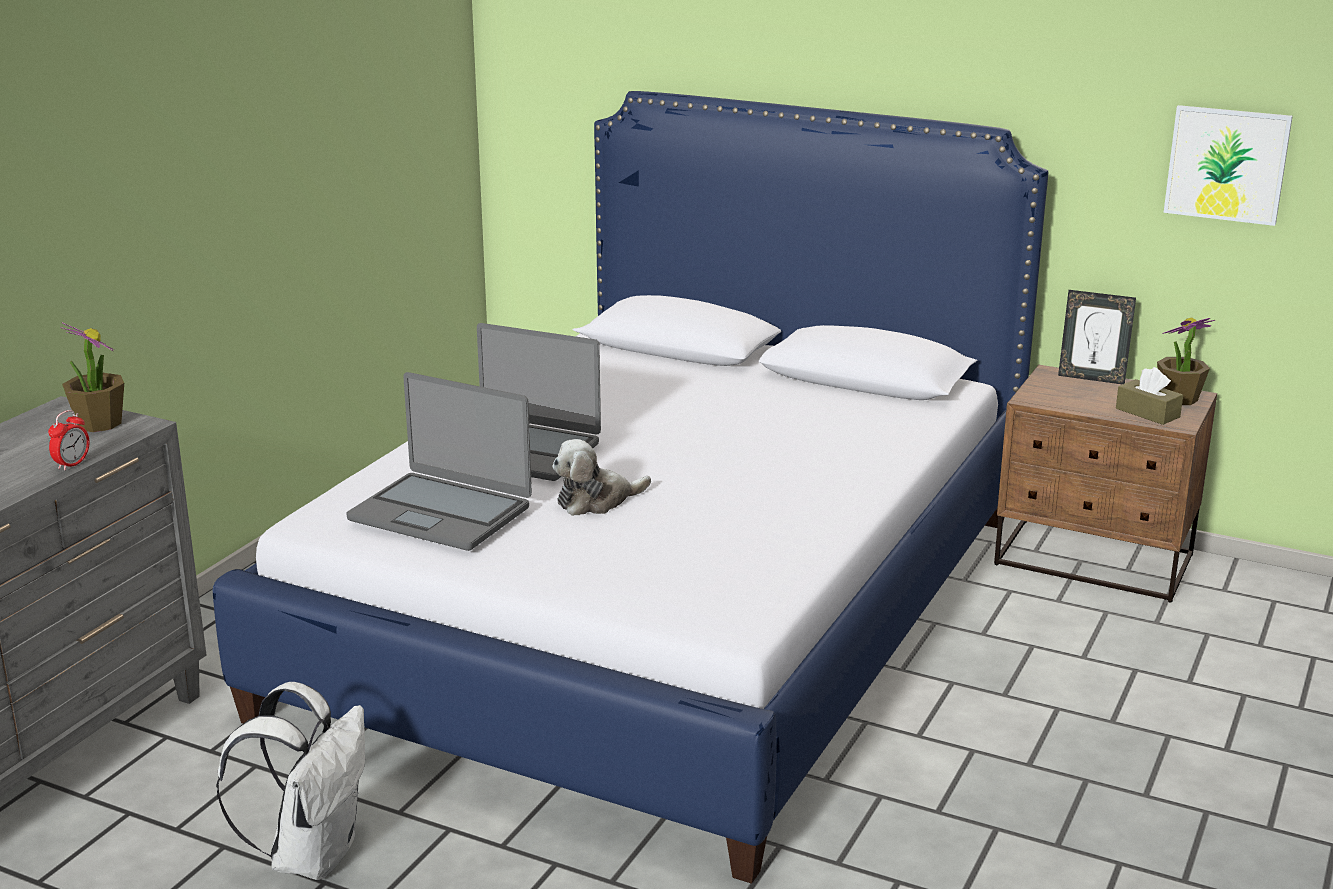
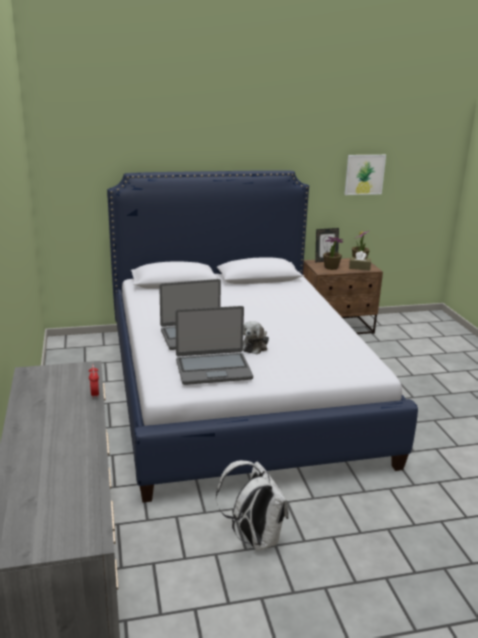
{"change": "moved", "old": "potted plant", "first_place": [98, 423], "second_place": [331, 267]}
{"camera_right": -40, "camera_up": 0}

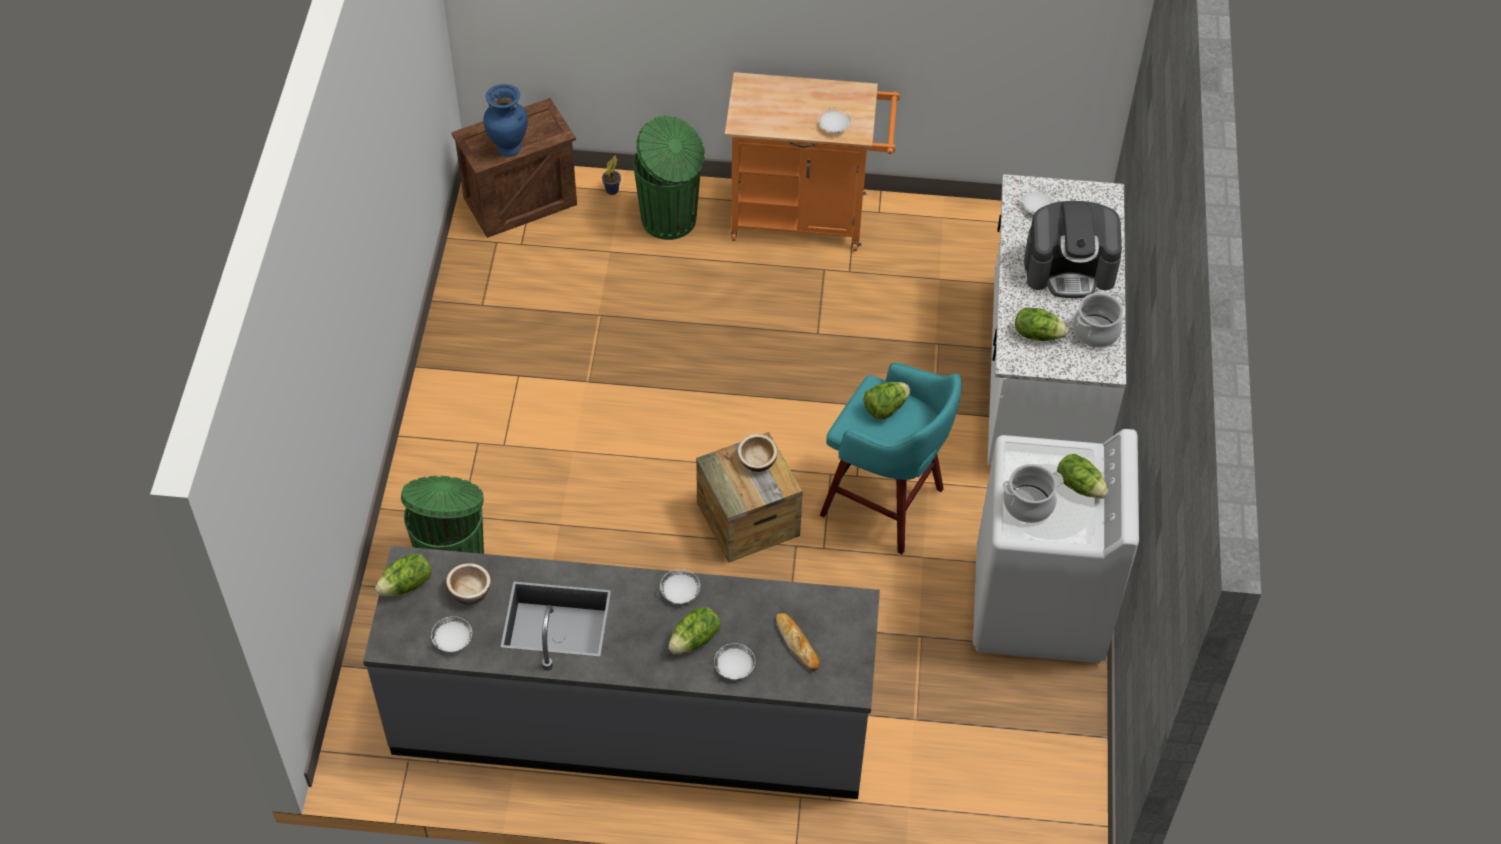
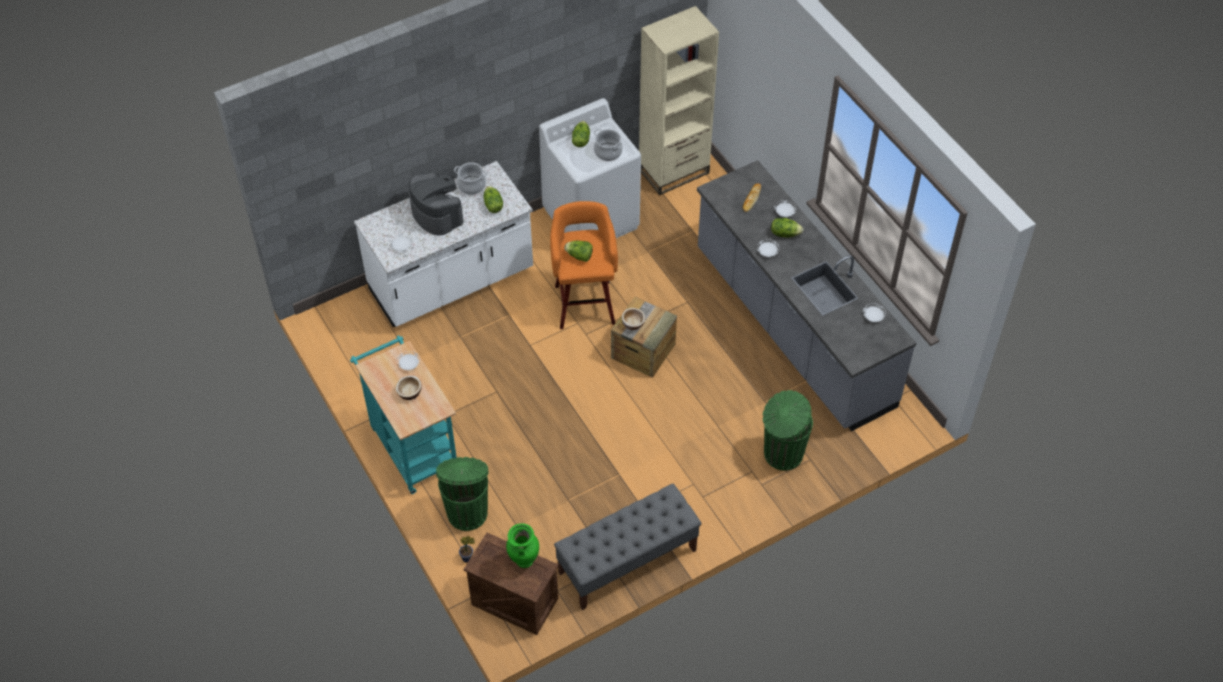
{"change": "removed", "old": "head of lettuce", "first_place": [406, 585]}
{"change": "moved", "old": "deep dish", "first_place": [470, 591], "second_place": [409, 392]}
{"change": "recoloured", "old": "bluish vase", "new": "green vase", "first_place": [509, 148], "second_place": [524, 561]}
{"change": "recoloured", "old": "orange cart", "new": "blue-green cart", "first_place": [807, 218], "second_place": [412, 445]}
{"change": "recoloured", "old": "blue-green stool", "new": "orange stool", "first_place": [885, 504], "second_place": [585, 302]}
{"change": "added", "new": "greyish bench", "second_place": [627, 561]}
{"change": "added", "new": "sand-coloured bookshelf", "second_place": [674, 171]}
{"camera_right": -125, "camera_up": 0}

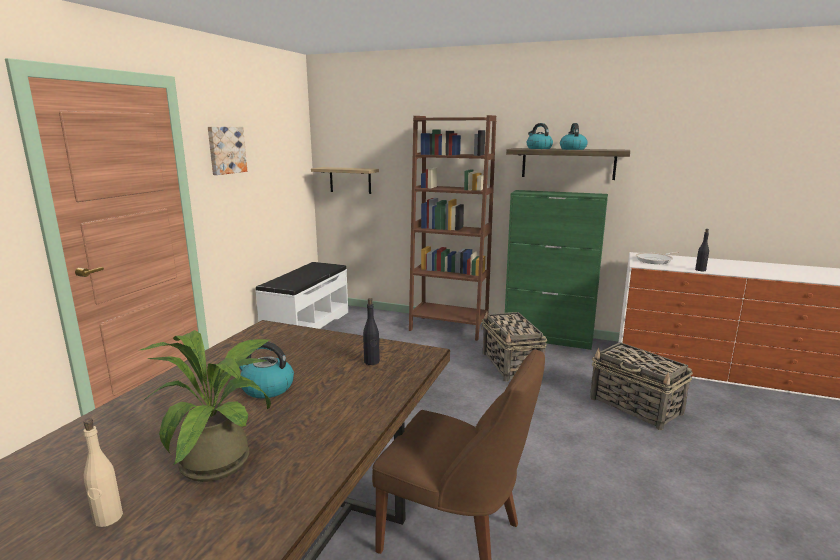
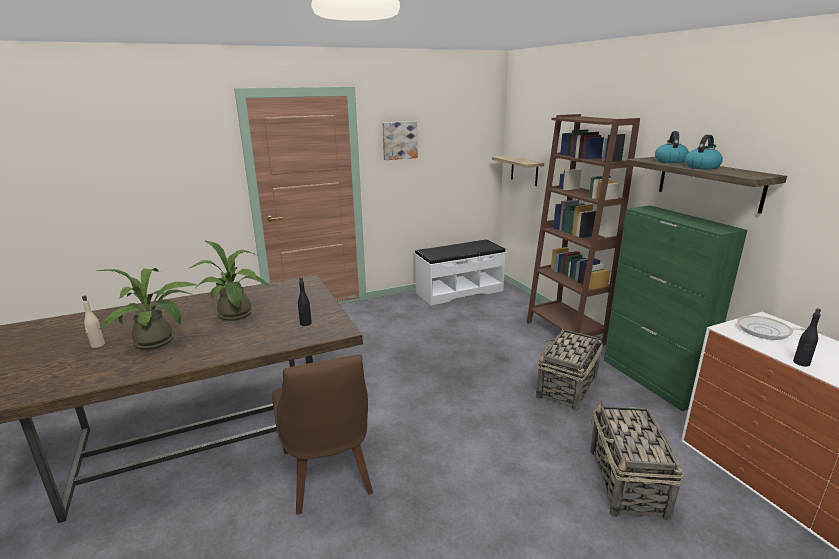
{"change": "replaced", "old": "kettle", "new": "potted plant", "first_place": [266, 388], "second_place": [237, 316]}
{"camera_right": 45, "camera_up": 5}

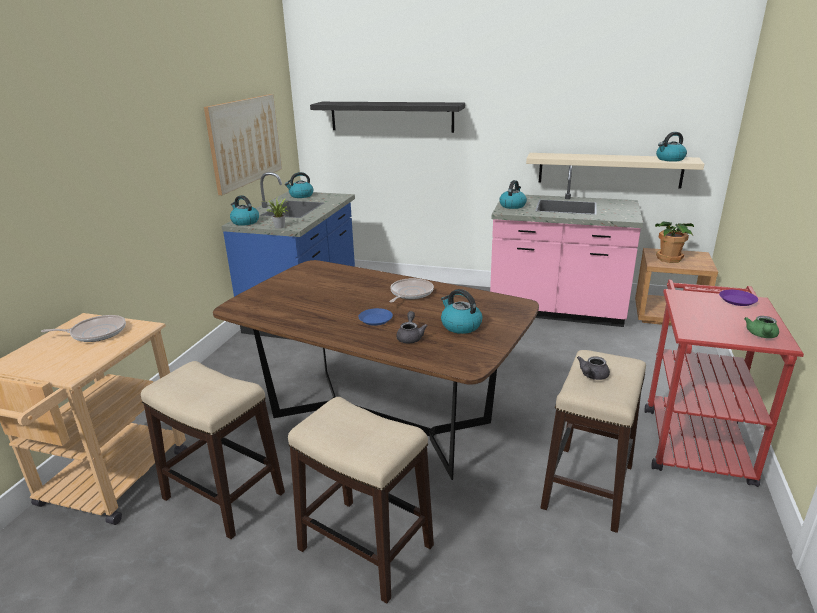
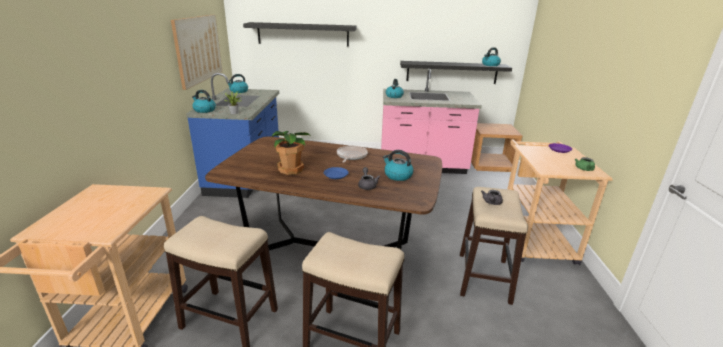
{"change": "removed", "old": "pan", "first_place": [96, 333]}
{"change": "recoloured", "old": "sand-coloured bracket shelf", "new": "blackish bracket shelf", "first_place": [609, 170], "second_place": [451, 72]}
{"change": "recoloured", "old": "red cart", "new": "sand-coloured cart", "first_place": [693, 437], "second_place": [533, 239]}
{"change": "moved", "old": "potted plant", "first_place": [669, 258], "second_place": [290, 169]}
{"camera_right": -15, "camera_up": 0}

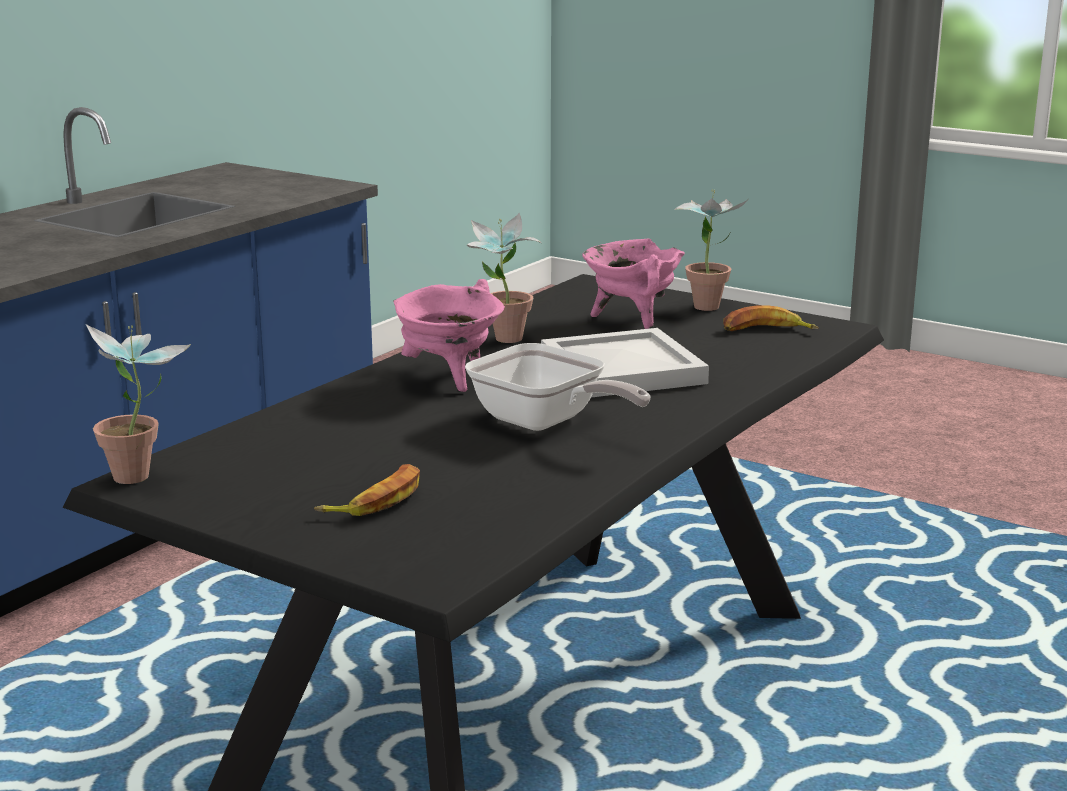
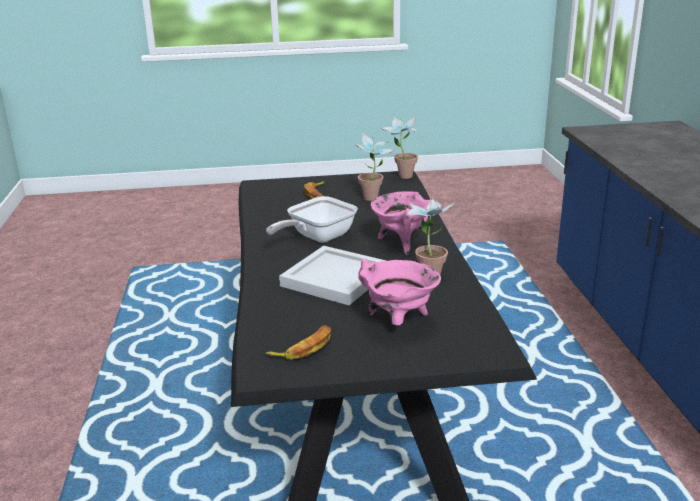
{"change": "turned", "old": "pan", "first_place": [545, 423], "second_place": [317, 238], "degrees": -45}
{"change": "moved", "old": "potted plant", "first_place": [707, 304], "second_place": [373, 200]}
{"camera_right": 140, "camera_up": 5}

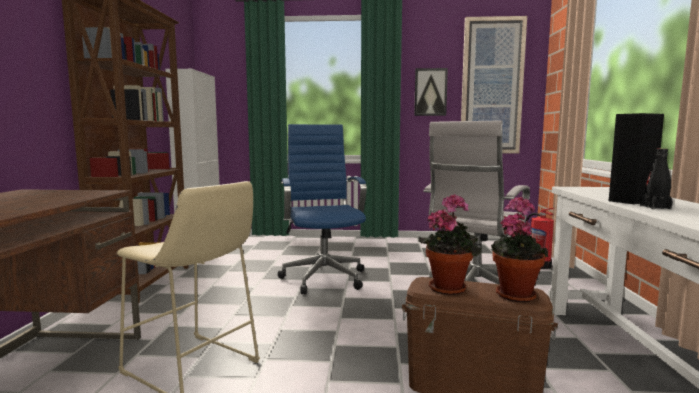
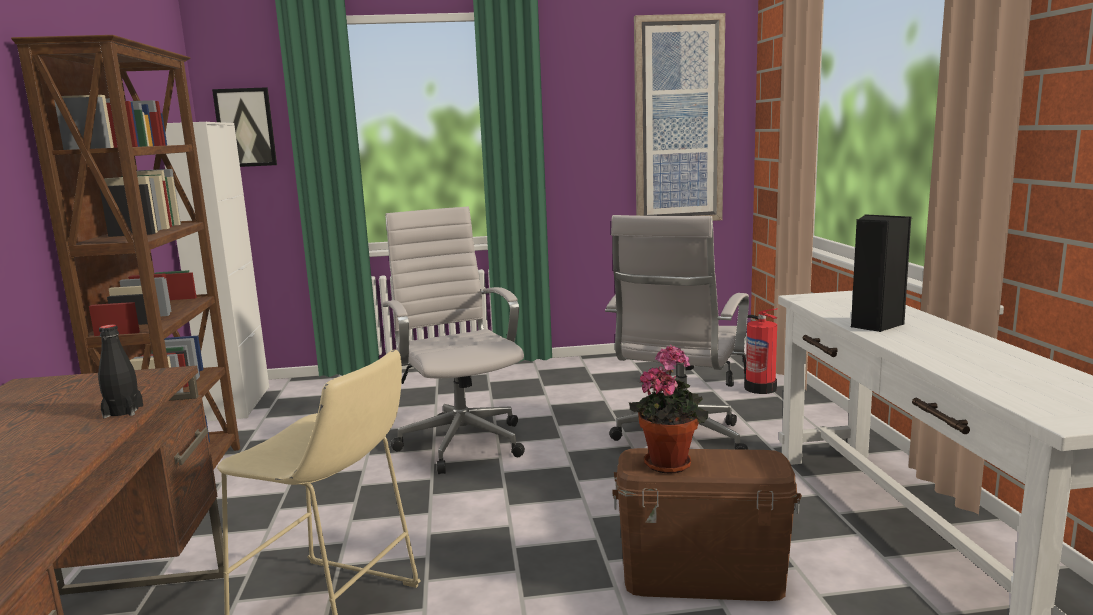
{"change": "recoloured", "old": "bluish desk chair", "new": "whitish desk chair", "first_place": [323, 277], "second_place": [461, 441]}
{"change": "moved", "old": "wall picture", "first_place": [430, 92], "second_place": [245, 127]}
{"change": "removed", "old": "potted plant", "first_place": [514, 294]}
{"change": "moved", "old": "blackish drink bottle", "first_place": [655, 207], "second_place": [123, 411]}
{"camera_right": -10, "camera_up": 5}

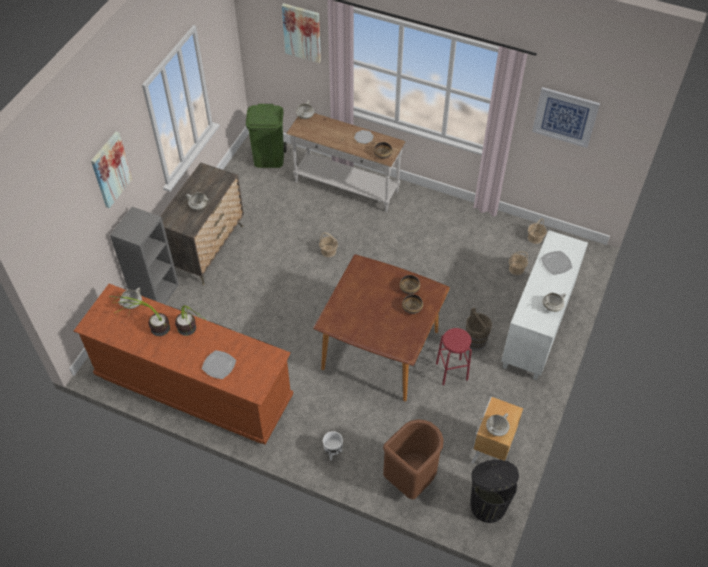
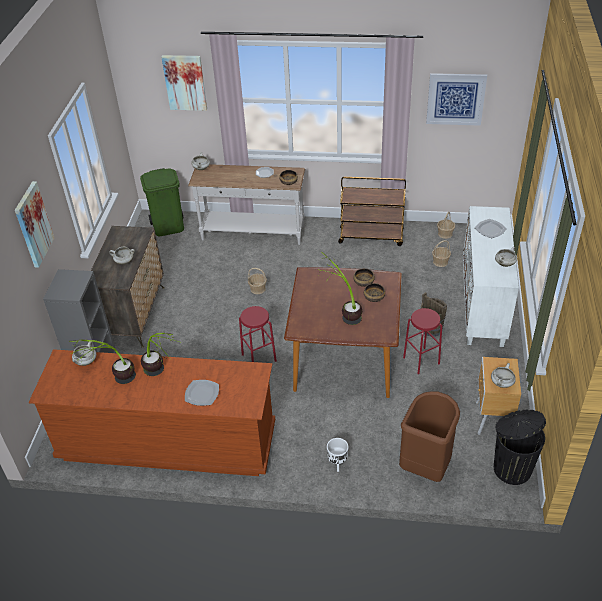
{"change": "added", "new": "red stool", "second_place": [259, 357]}
{"change": "added", "new": "potted plant", "second_place": [342, 312]}
{"change": "added", "new": "brown-coloured cart", "second_place": [371, 236]}
{"camera_right": -15, "camera_up": -10}

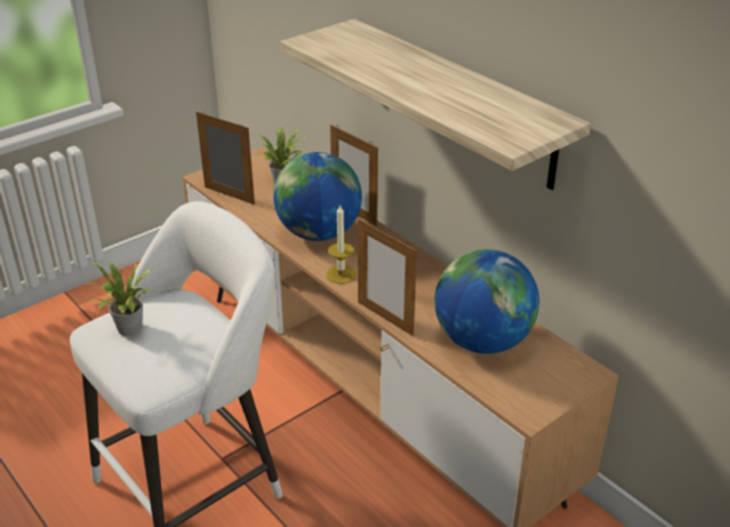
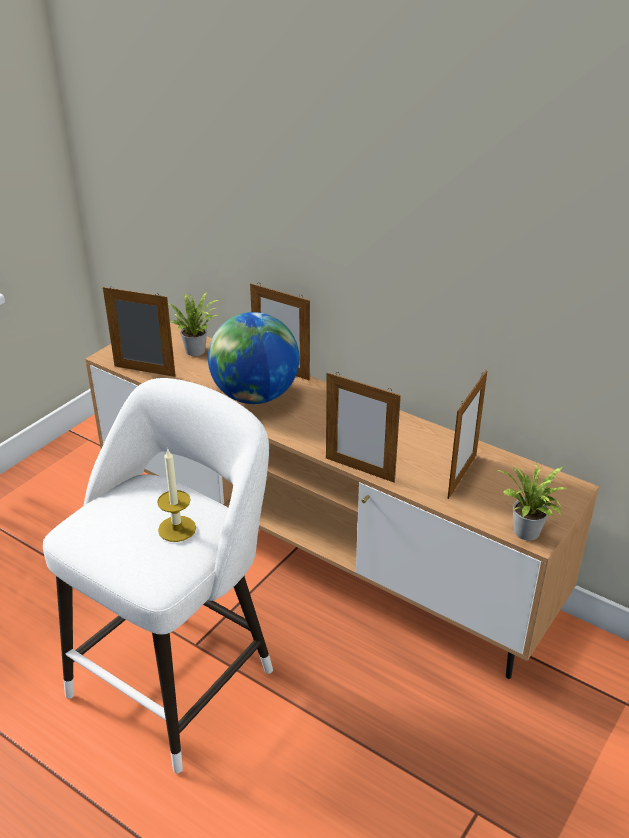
{"change": "moved", "old": "potted plant", "first_place": [128, 330], "second_place": [527, 534]}
{"change": "removed", "old": "bracket shelf", "first_place": [457, 102]}
{"change": "moved", "old": "wax light", "first_place": [341, 274], "second_place": [177, 529]}
{"change": "replaced", "old": "world globe", "new": "picture frame", "first_place": [482, 341], "second_place": [462, 476]}
{"camera_right": -15, "camera_up": 0}

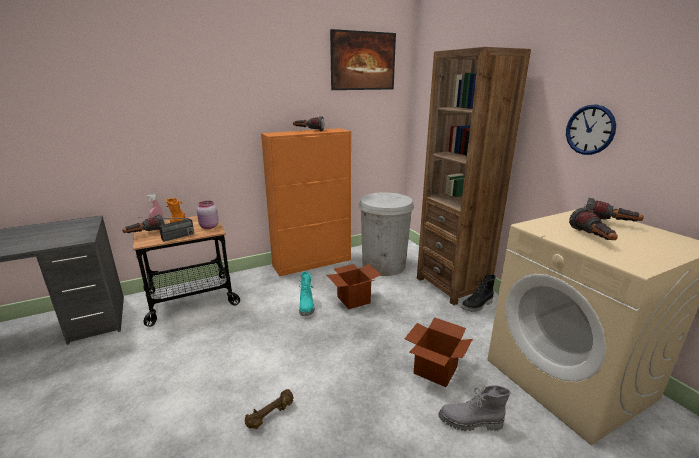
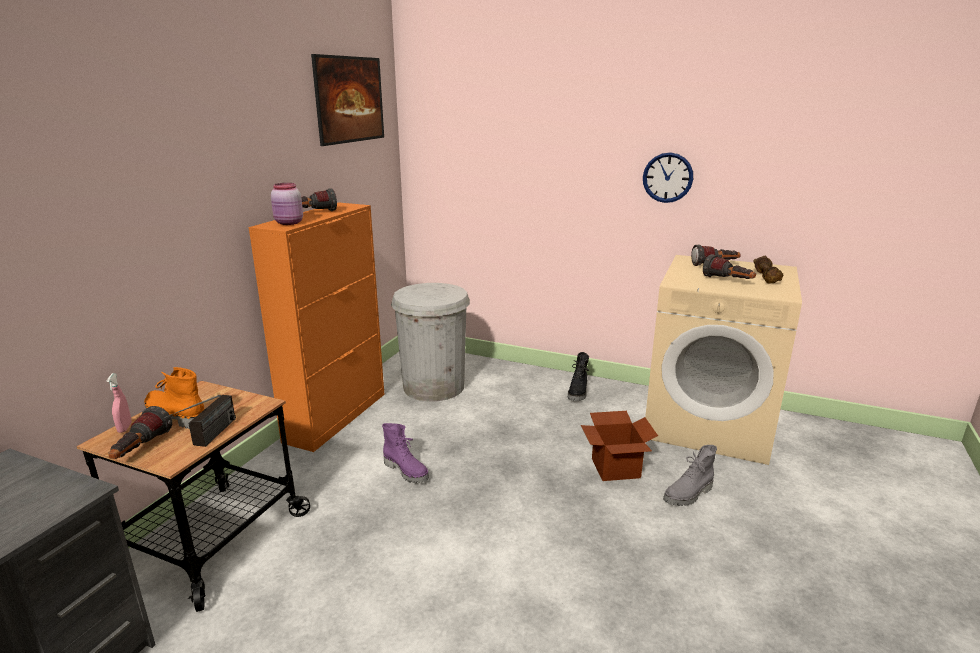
{"change": "moved", "old": "pink preserve jar", "first_place": [209, 227], "second_place": [289, 223]}
{"change": "moved", "old": "brown-coloured dumbbell", "first_place": [271, 415], "second_place": [766, 277]}
{"change": "recoloured", "old": "blue-green boot", "new": "purple-coloured boot", "first_place": [307, 306], "second_place": [407, 471]}
{"change": "removed", "old": "cardboard box", "first_place": [354, 300]}
{"change": "removed", "old": "brown-coloured bookshelf", "first_place": [452, 285]}
{"camera_right": -40, "camera_up": 0}

